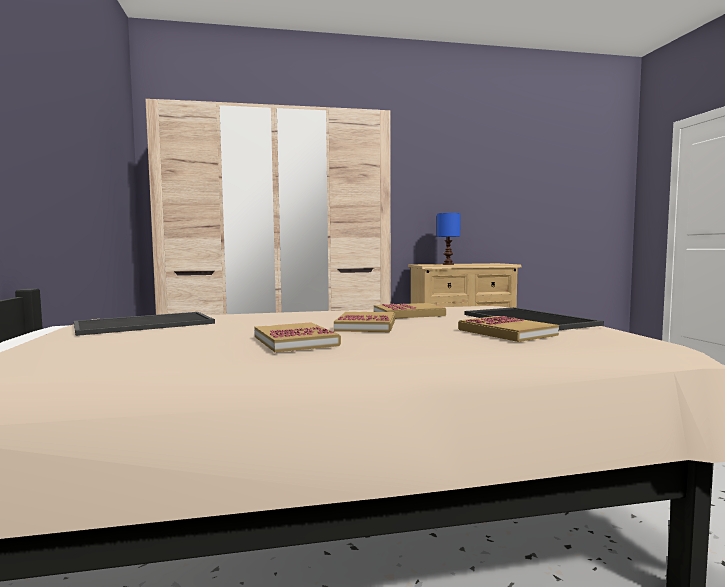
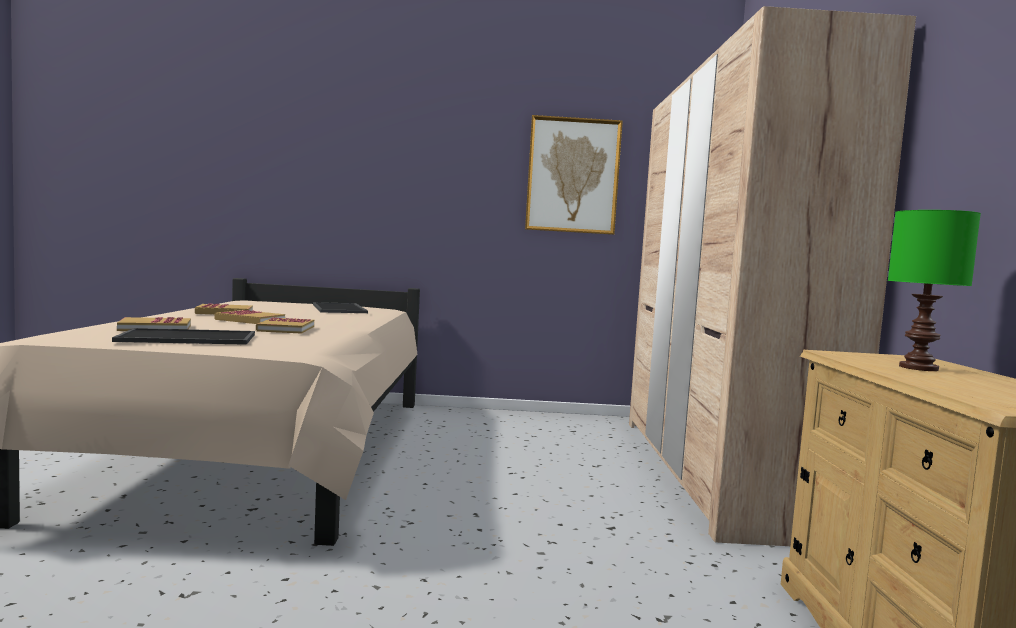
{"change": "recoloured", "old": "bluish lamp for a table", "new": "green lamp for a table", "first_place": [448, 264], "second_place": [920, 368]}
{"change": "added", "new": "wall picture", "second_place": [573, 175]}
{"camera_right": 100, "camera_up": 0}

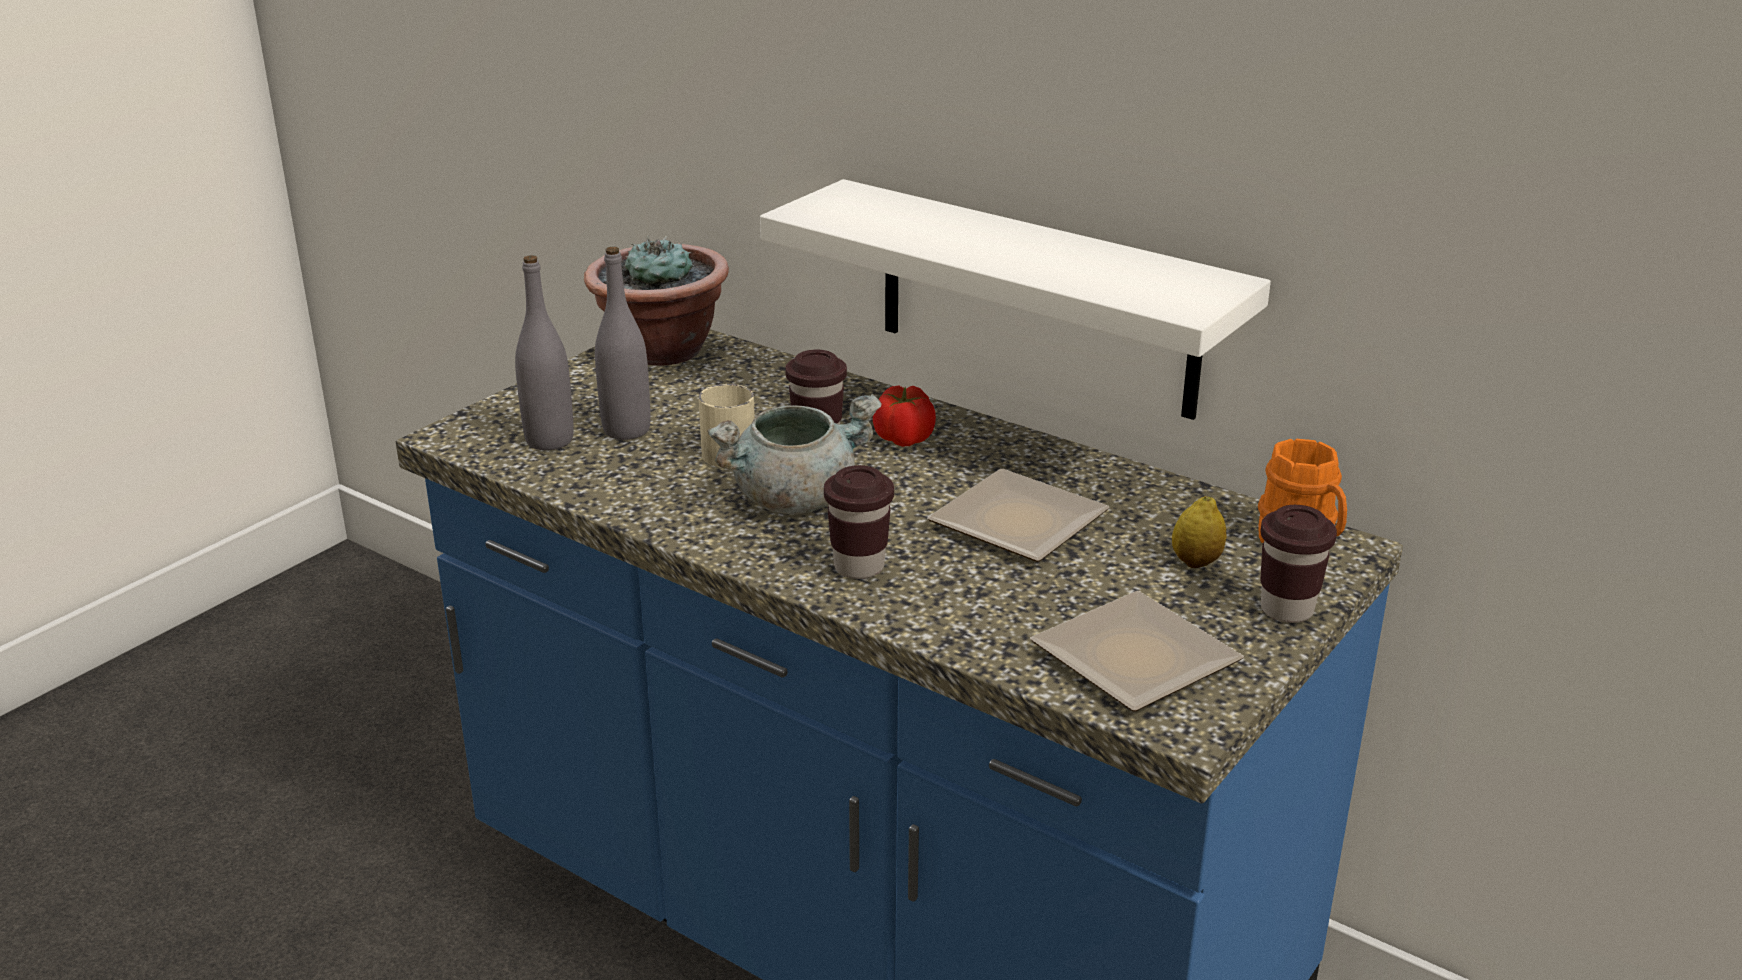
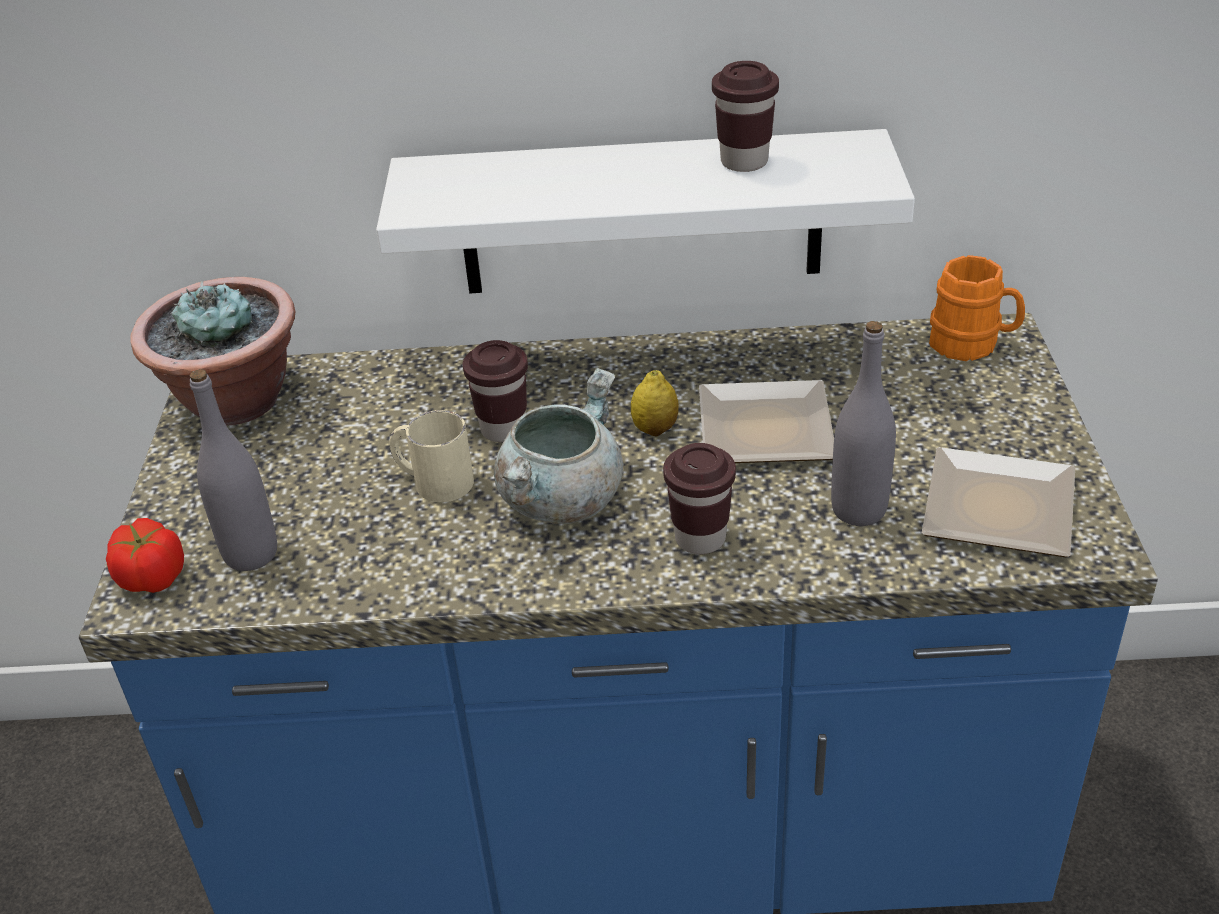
{"change": "moved", "old": "greyish drink bottle", "first_place": [626, 430], "second_place": [858, 510]}
{"change": "moved", "old": "tomato", "first_place": [903, 439], "second_place": [153, 578]}
{"change": "moved", "old": "lemon", "first_place": [1196, 562], "second_place": [655, 429]}
{"change": "moved", "old": "brown-coloured drinking cup", "first_place": [1287, 610], "second_place": [744, 162]}
{"camera_right": -35, "camera_up": 10}

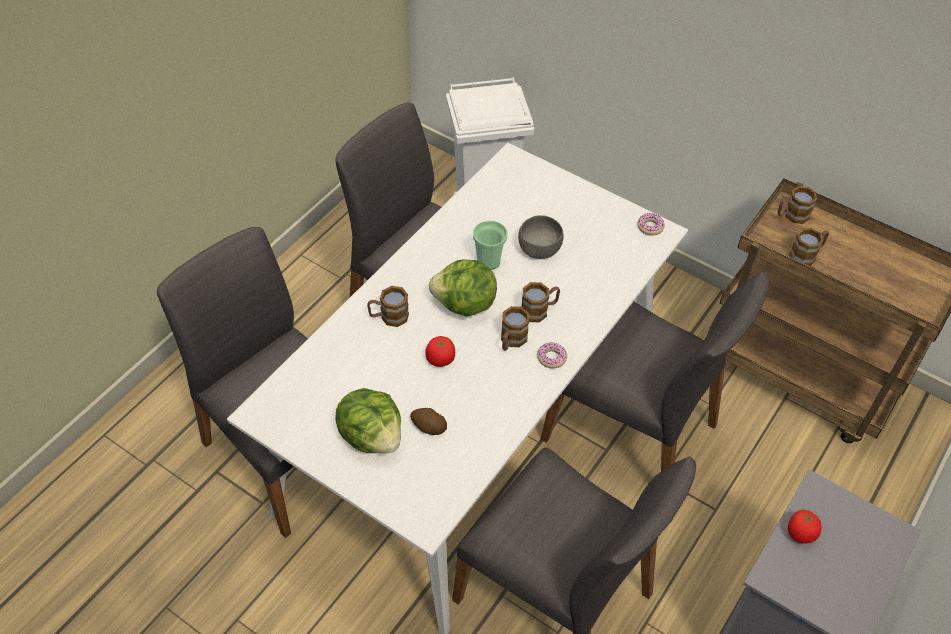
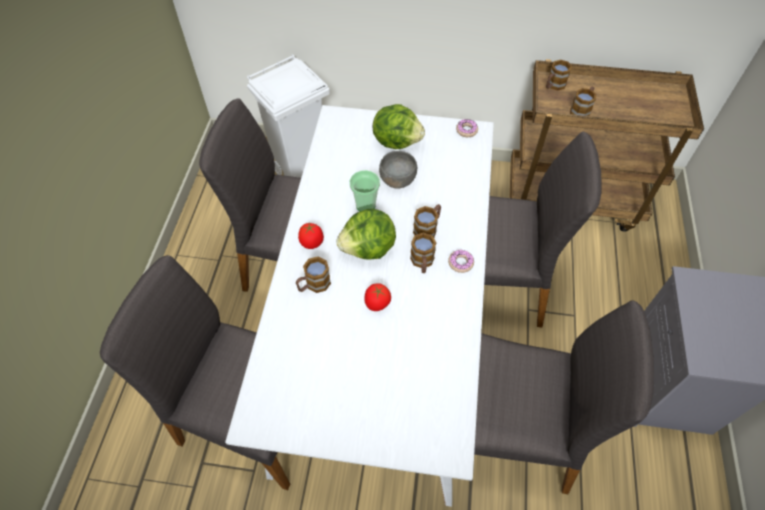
{"change": "moved", "old": "head of lettuce", "first_place": [372, 436], "second_place": [397, 141]}
{"change": "removed", "old": "spud", "first_place": [428, 427]}
{"change": "moved", "old": "tomato", "first_place": [800, 534], "second_place": [312, 243]}
{"camera_right": -25, "camera_up": 5}

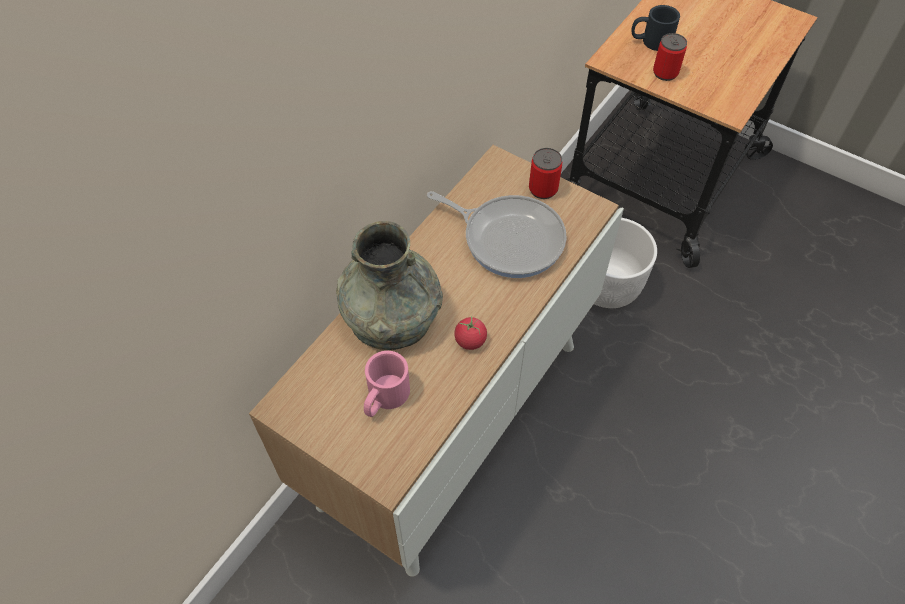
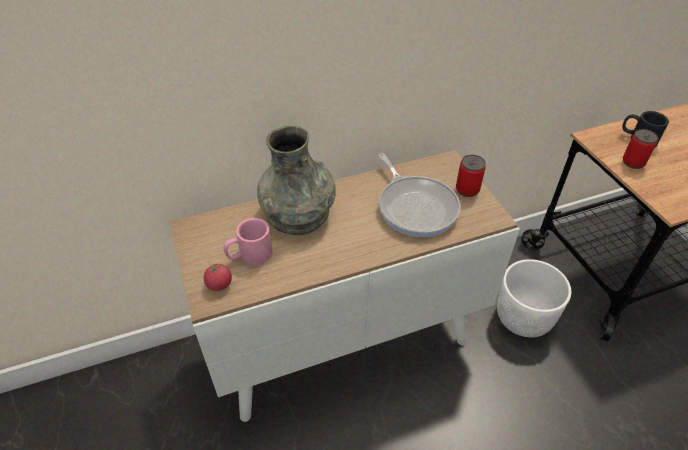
{"change": "moved", "old": "tomato", "first_place": [470, 340], "second_place": [219, 284]}
{"camera_right": 35, "camera_up": -10}

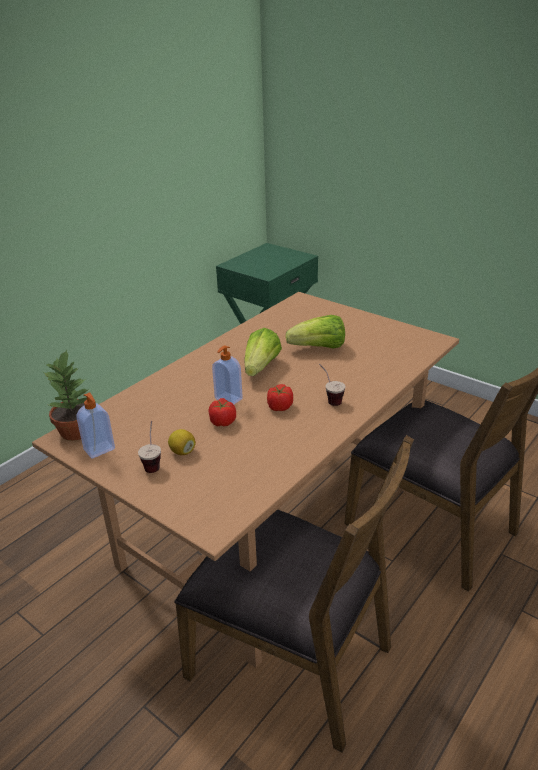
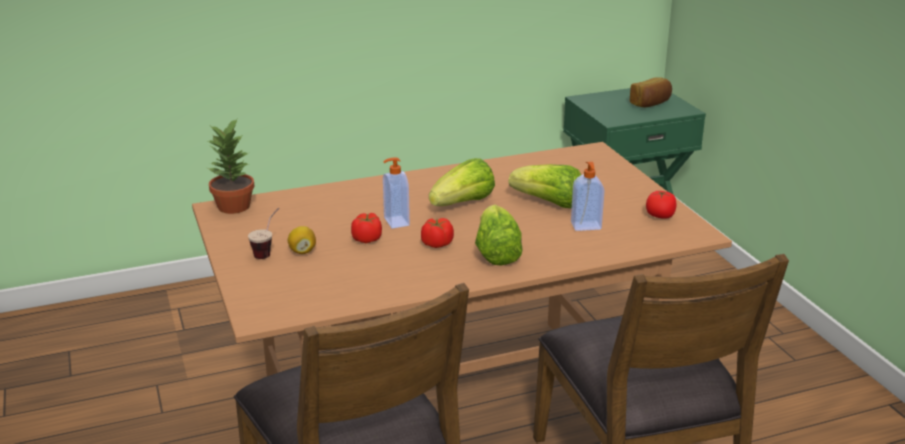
{"change": "moved", "old": "liquid soap bottle", "first_place": [100, 450], "second_place": [586, 226]}
{"change": "replaced", "old": "drinking cup", "new": "head of lettuce", "first_place": [329, 399], "second_place": [496, 252]}
{"change": "added", "new": "bread", "second_place": [651, 103]}
{"change": "added", "new": "tomato", "second_place": [660, 216]}
{"camera_right": 30, "camera_up": -5}

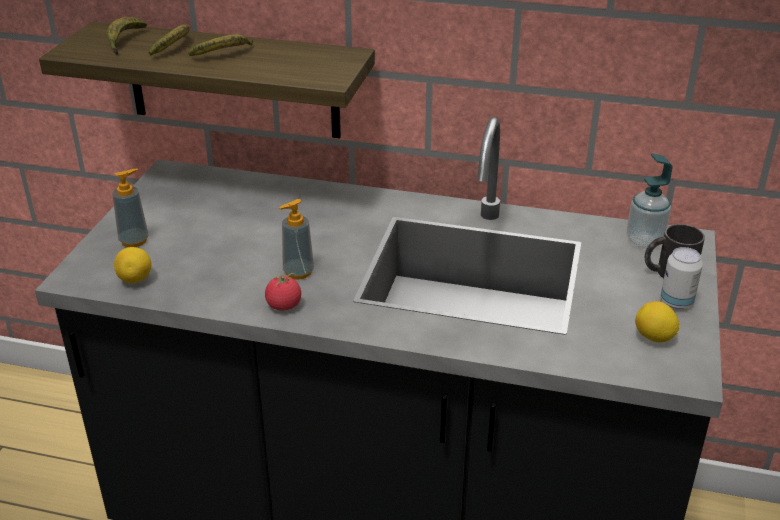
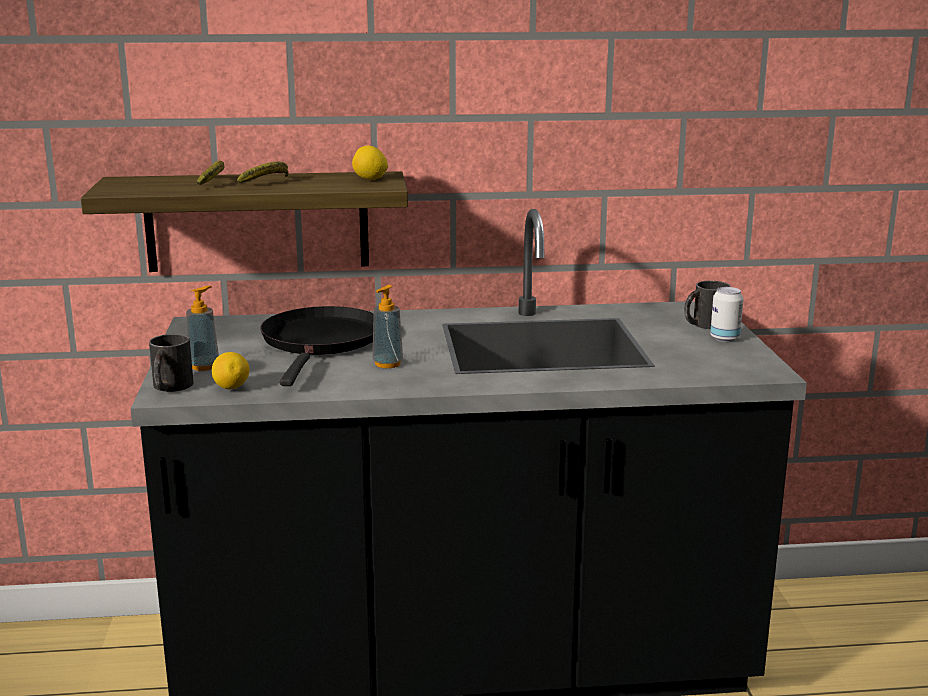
{"change": "removed", "old": "whole banana", "first_place": [124, 42]}
{"change": "removed", "old": "tomato", "first_place": [284, 305]}
{"change": "removed", "old": "liquid soap bottle", "first_place": [644, 241]}
{"change": "moved", "old": "lemon", "first_place": [654, 338], "second_place": [370, 179]}
{"change": "added", "new": "blackish mug", "second_place": [170, 387]}
{"change": "added", "new": "blackish pan", "second_place": [321, 342]}
{"camera_right": -20, "camera_up": -15}

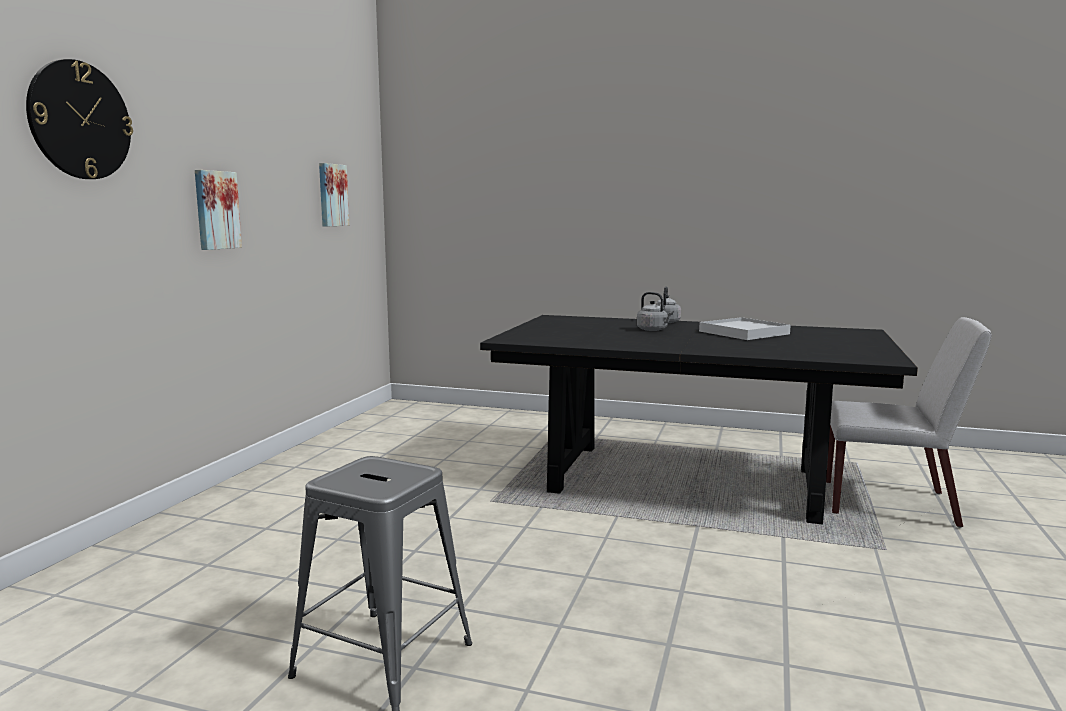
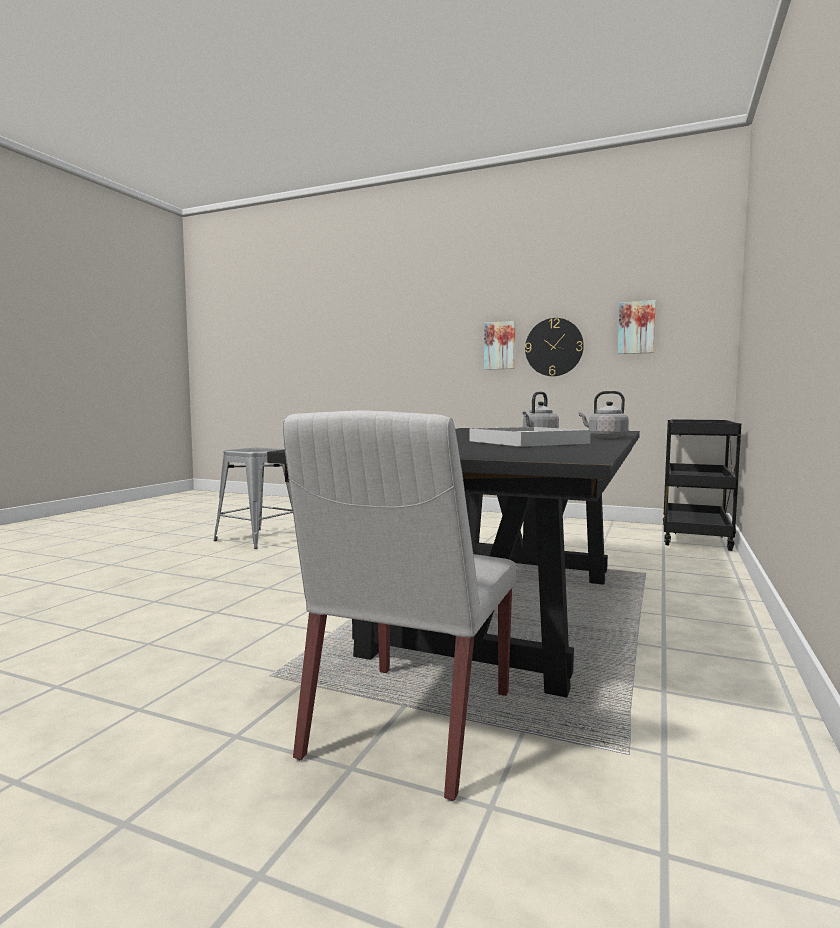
{"change": "moved", "old": "clock on the wall", "first_place": [80, 120], "second_place": [554, 347]}
{"change": "added", "new": "blackish cart", "second_place": [696, 538]}
{"camera_right": 95, "camera_up": -5}

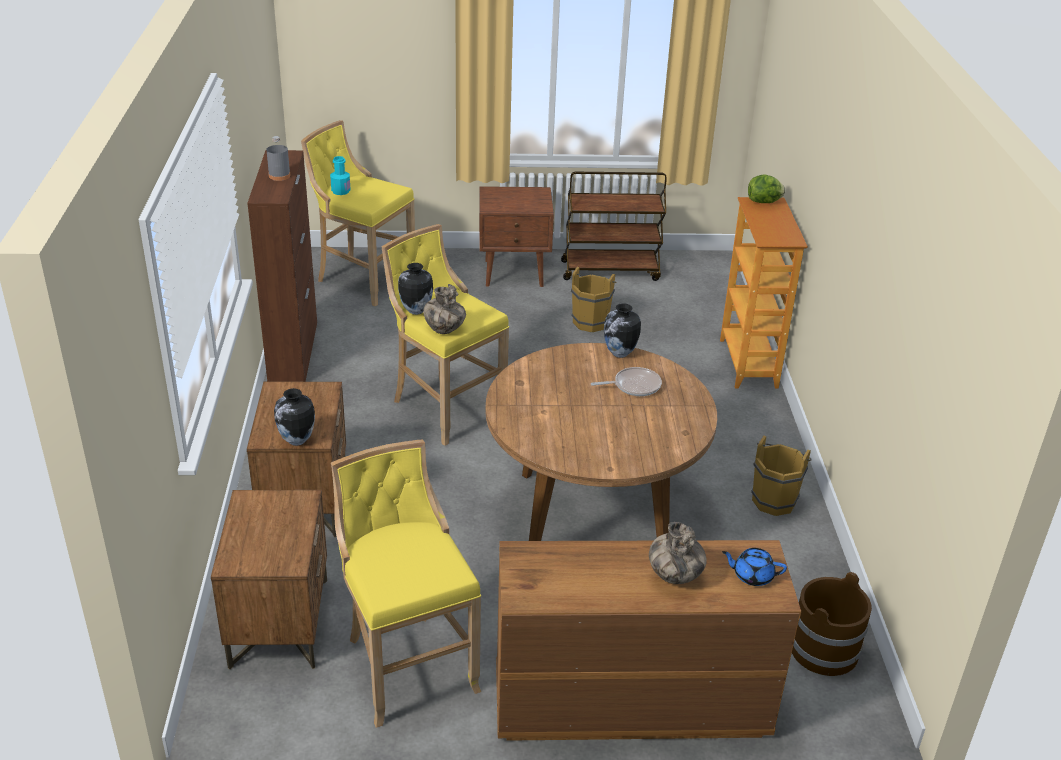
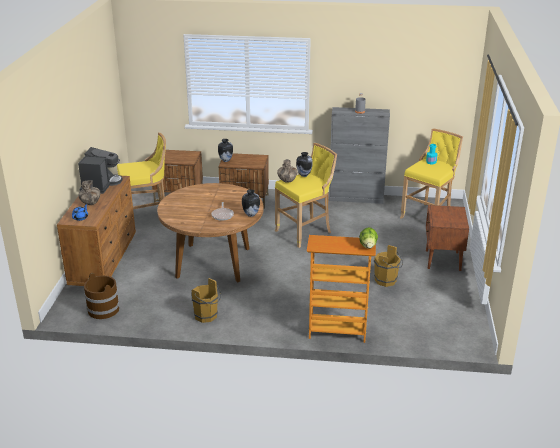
{"change": "recoloured", "old": "brown-coloured storage cabinet", "new": "greyish storage cabinet", "first_place": [293, 352], "second_place": [356, 198]}
{"change": "removed", "old": "brown-coloured cart", "first_place": [611, 270]}
{"change": "added", "new": "coffee brewer", "second_place": [100, 185]}
{"camera_right": 100, "camera_up": -5}

